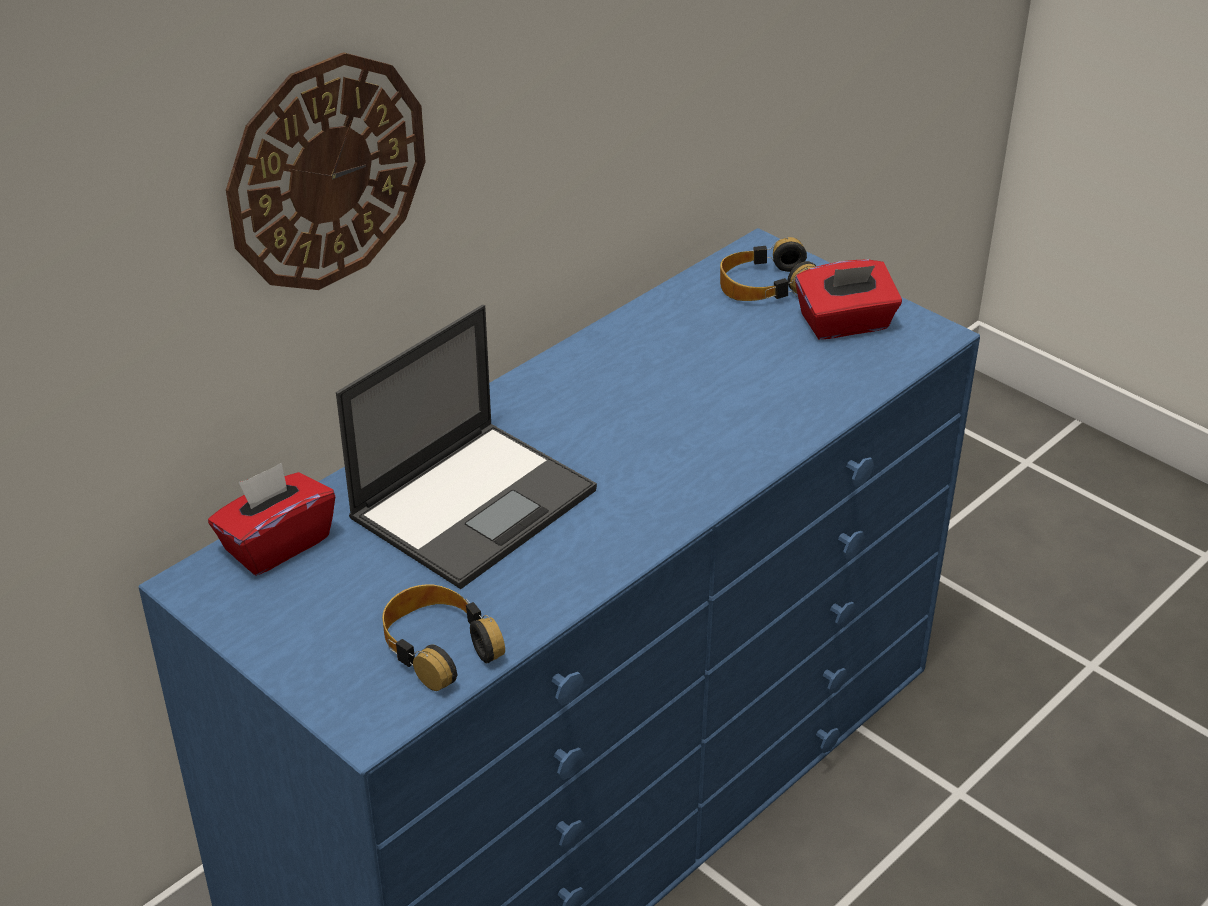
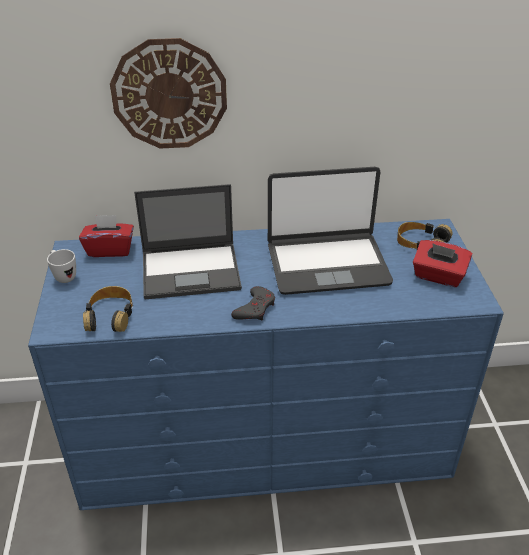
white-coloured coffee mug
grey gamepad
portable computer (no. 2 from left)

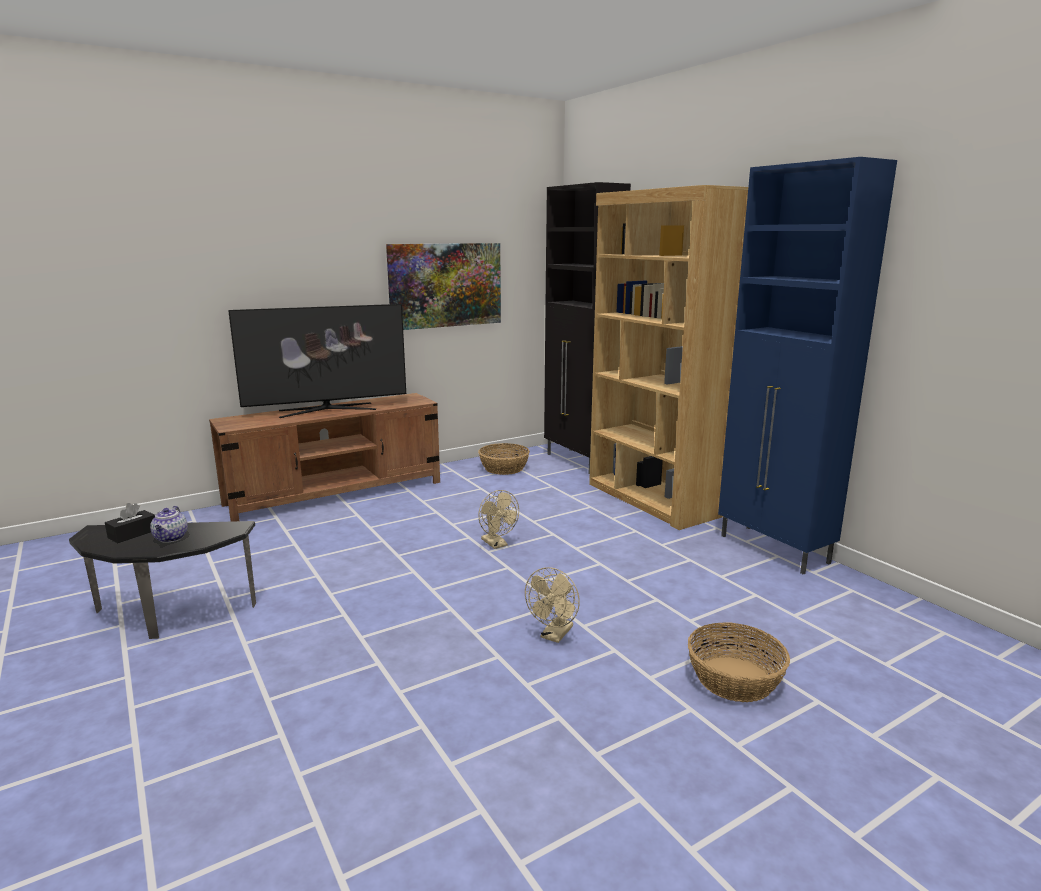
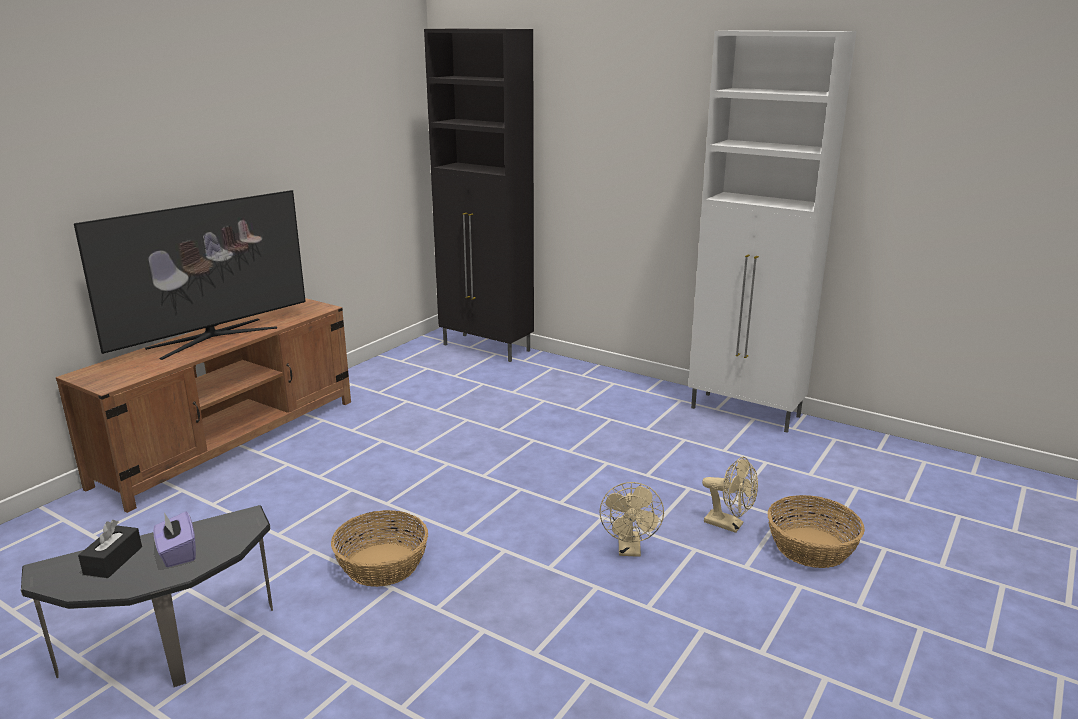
purple box of tissues
basket (no. 1 from left)
white-coloured cabinet
beige-coloured cooling fan (no. 2 from left)
picture
brownish bookshelf

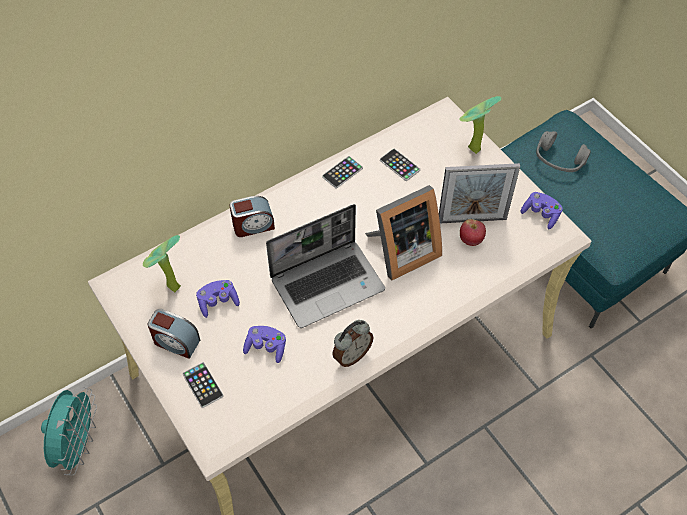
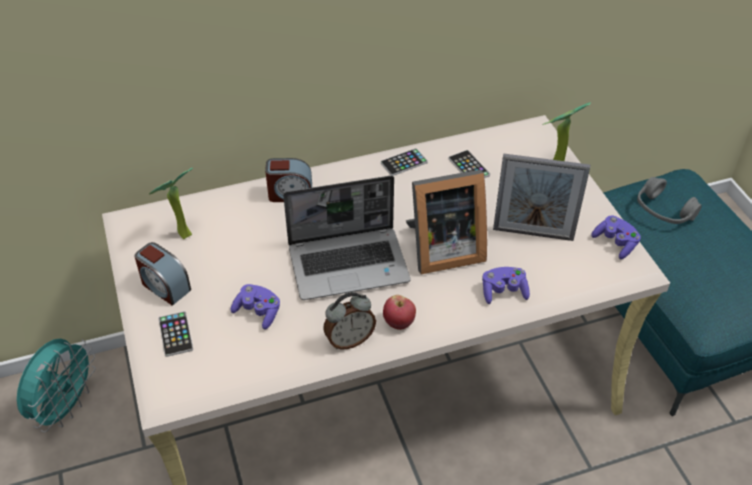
whole apple
purple gamepad (no. 2 from left)

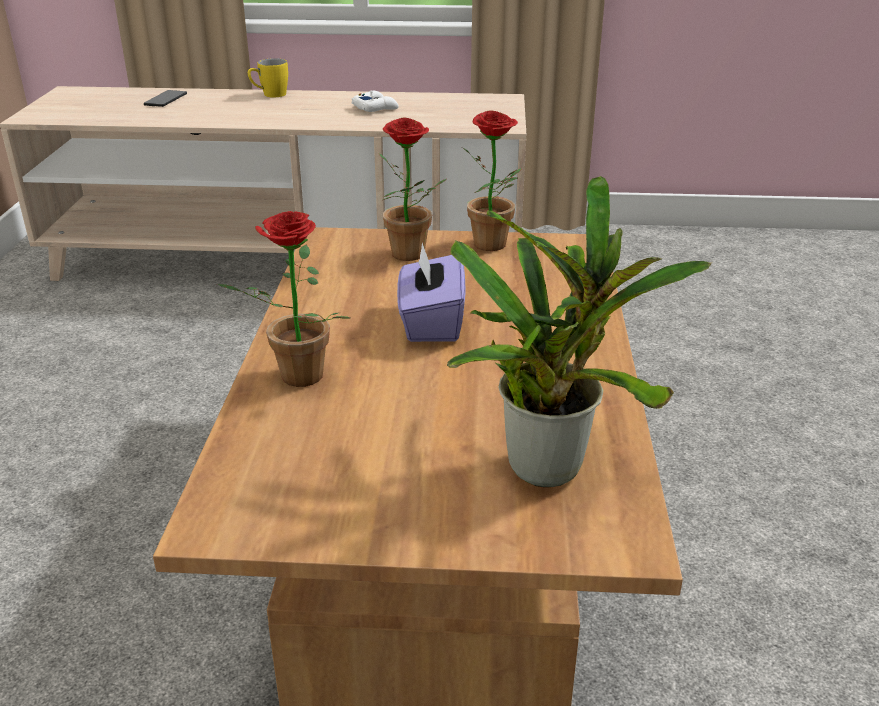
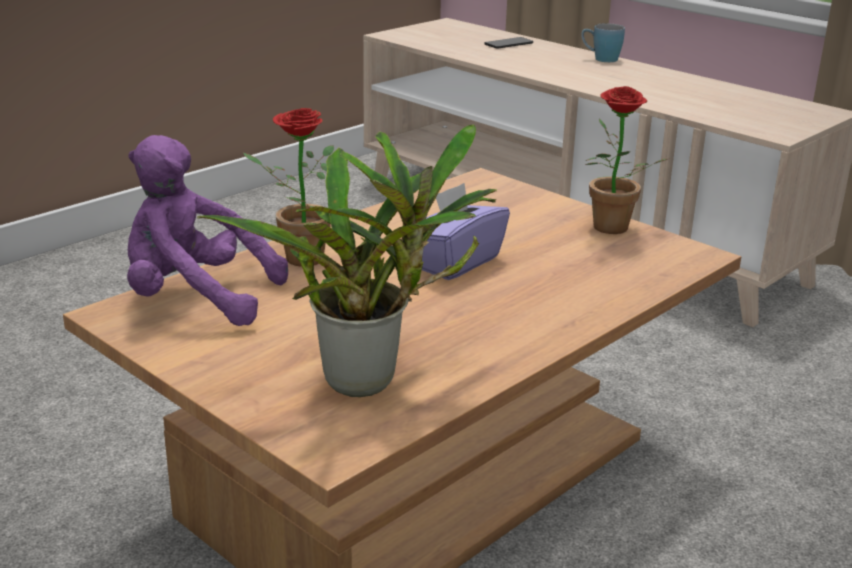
purple soft toy
blue coffee mug
white-coloured gamepad
plant in a pot (no. 2 from left in the first image)

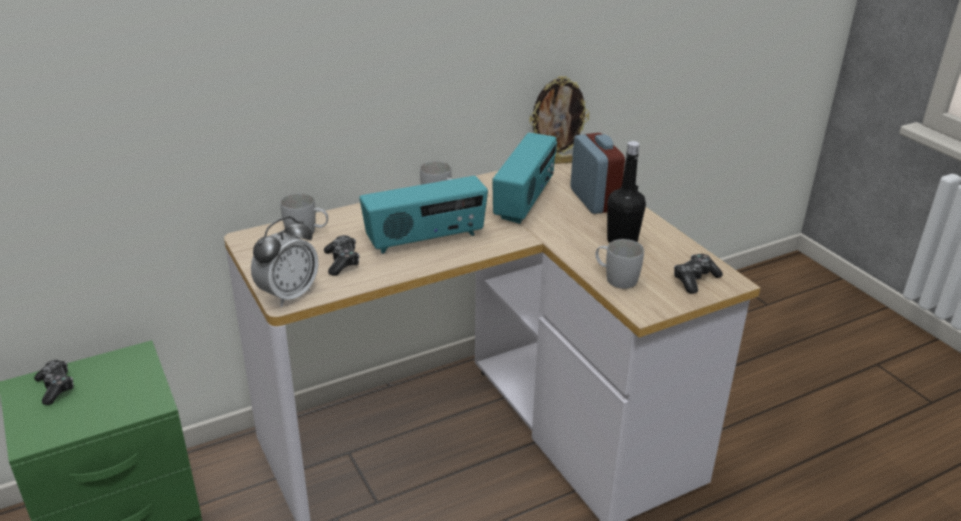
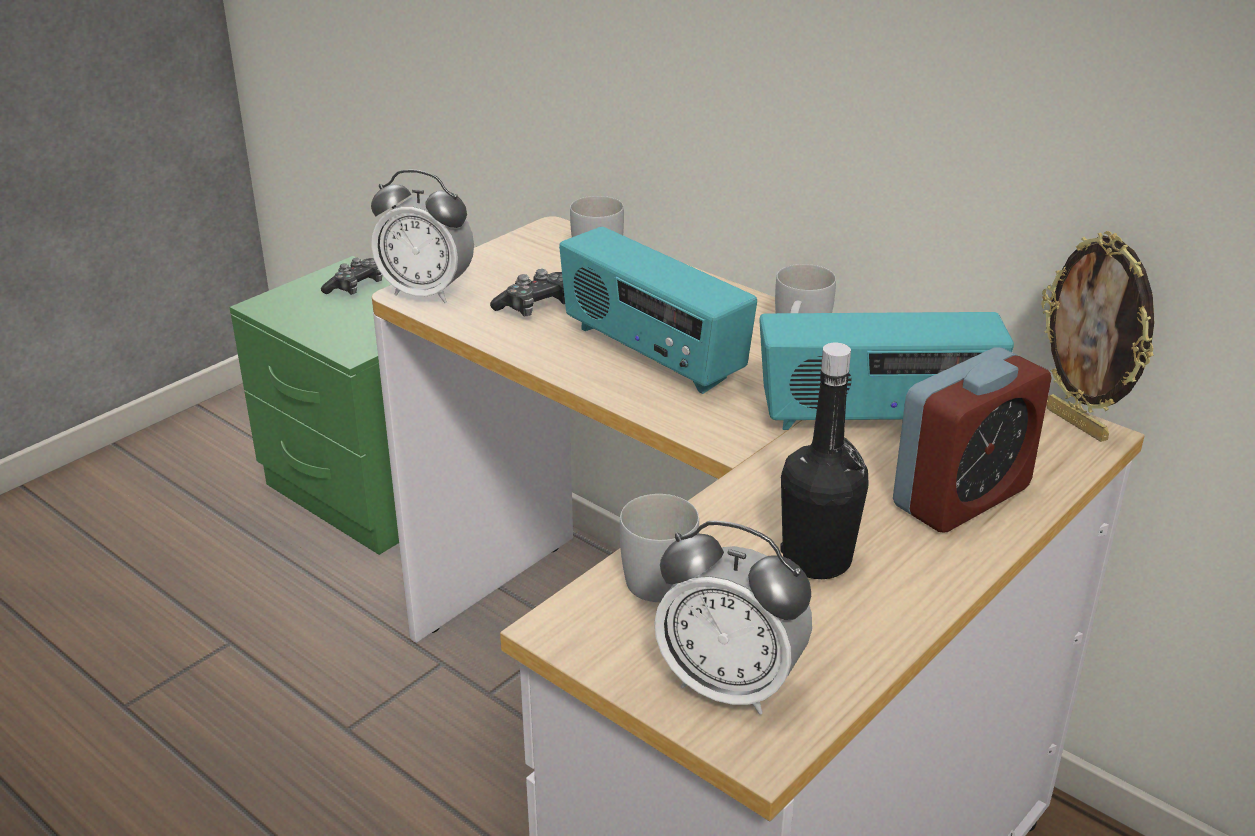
bedside clock (no. 2 from left)

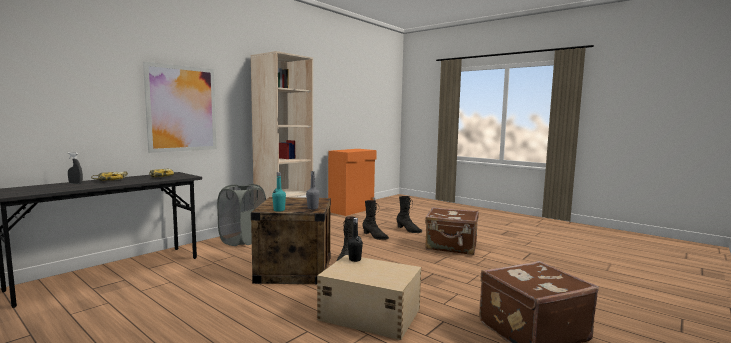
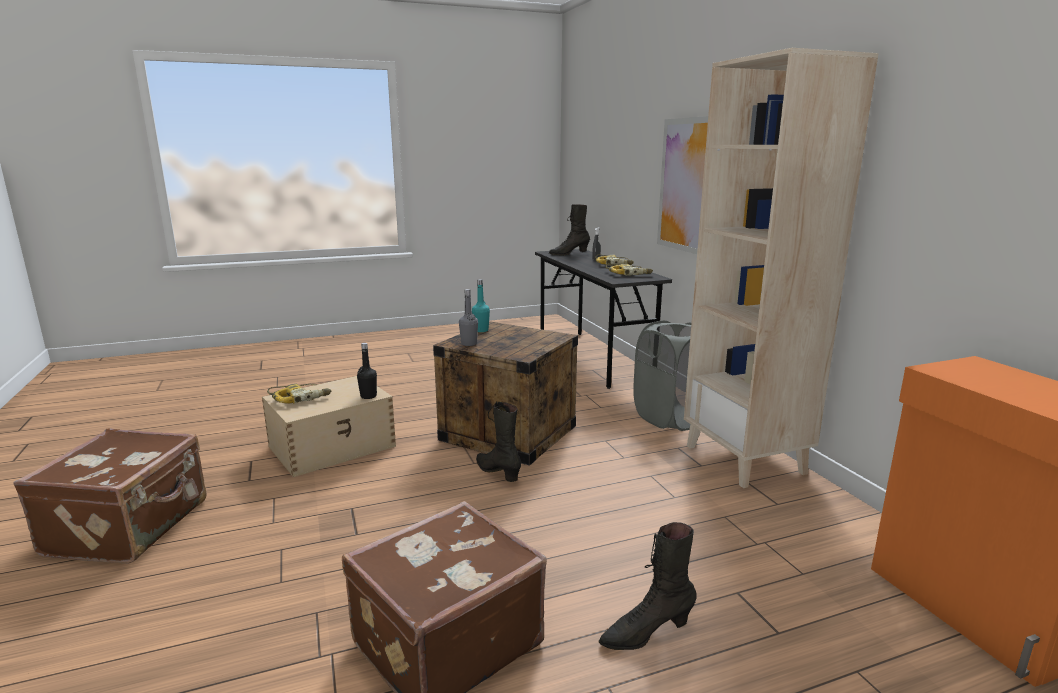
power drill (no. 1 from left)
blackish boot (no. 2 from left)

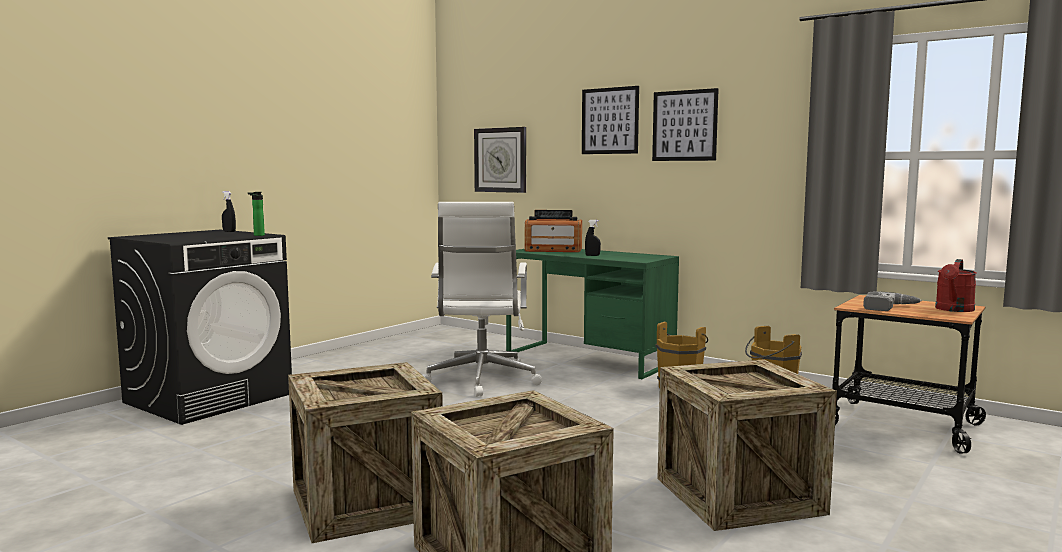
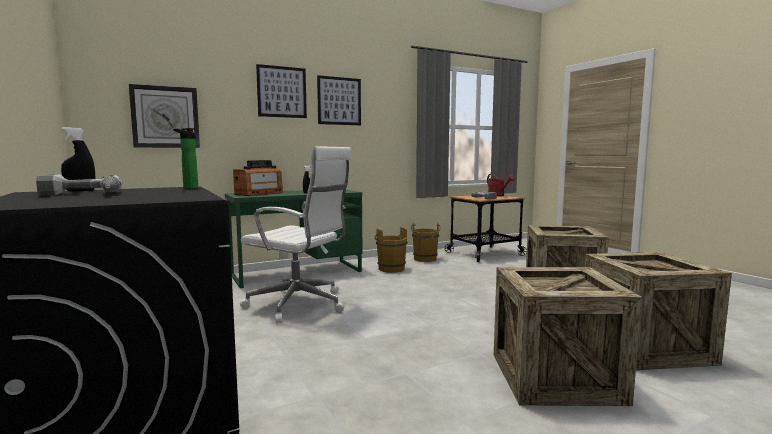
power drill (no. 1 from left)

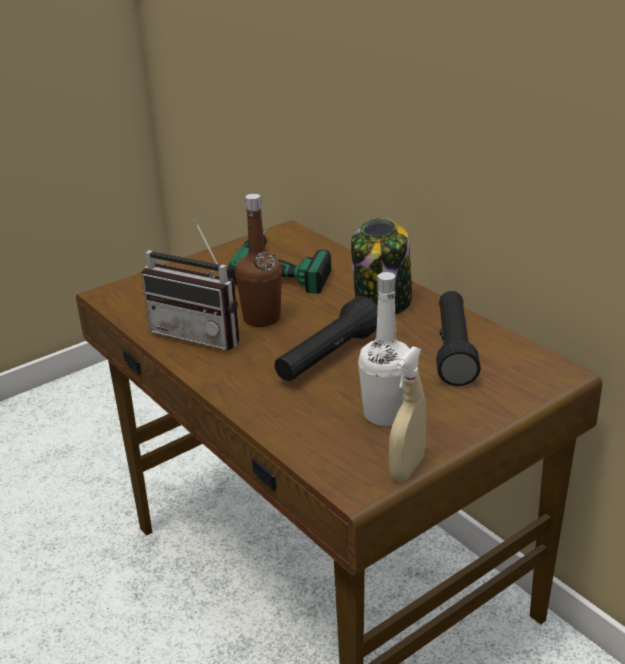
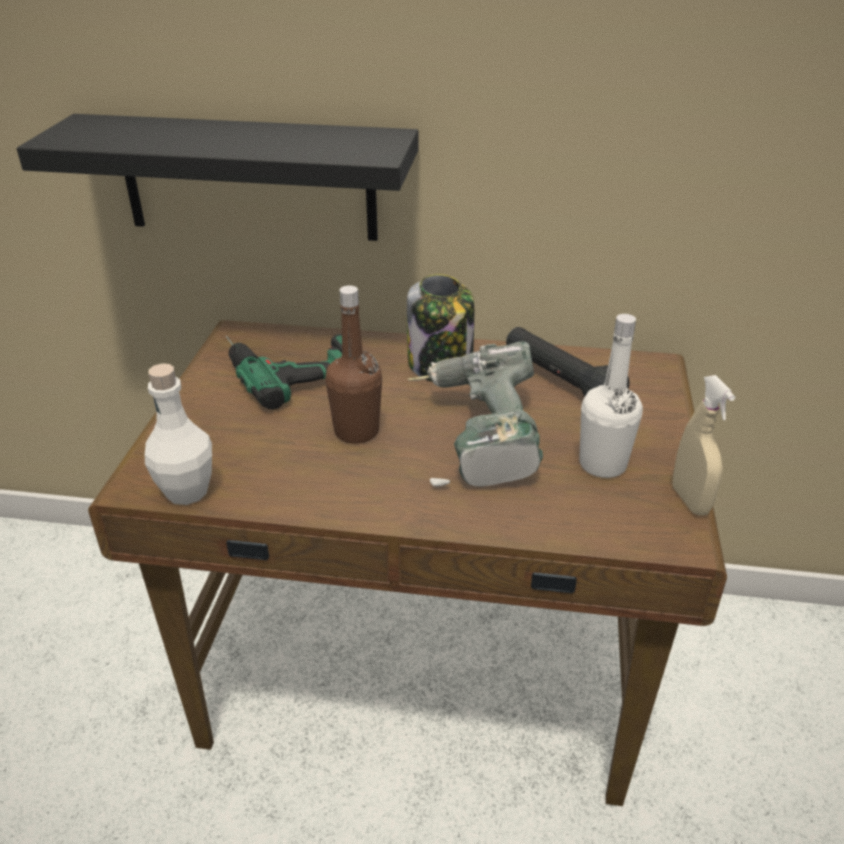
blackish bracket shelf
white-coloured beverage bottle (no. 1 from left)
power drill (no. 2 from left)
radio set

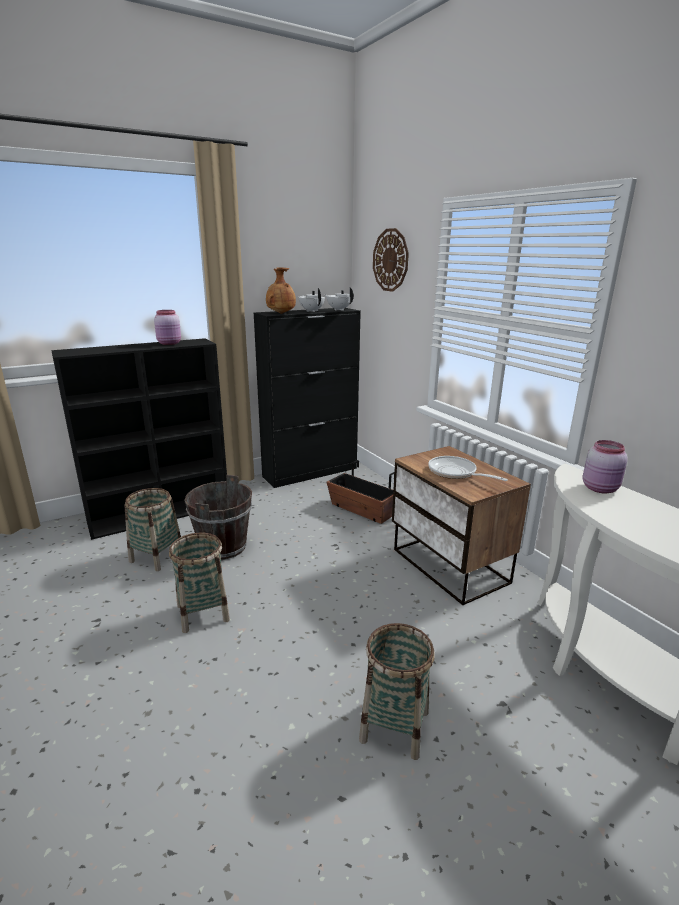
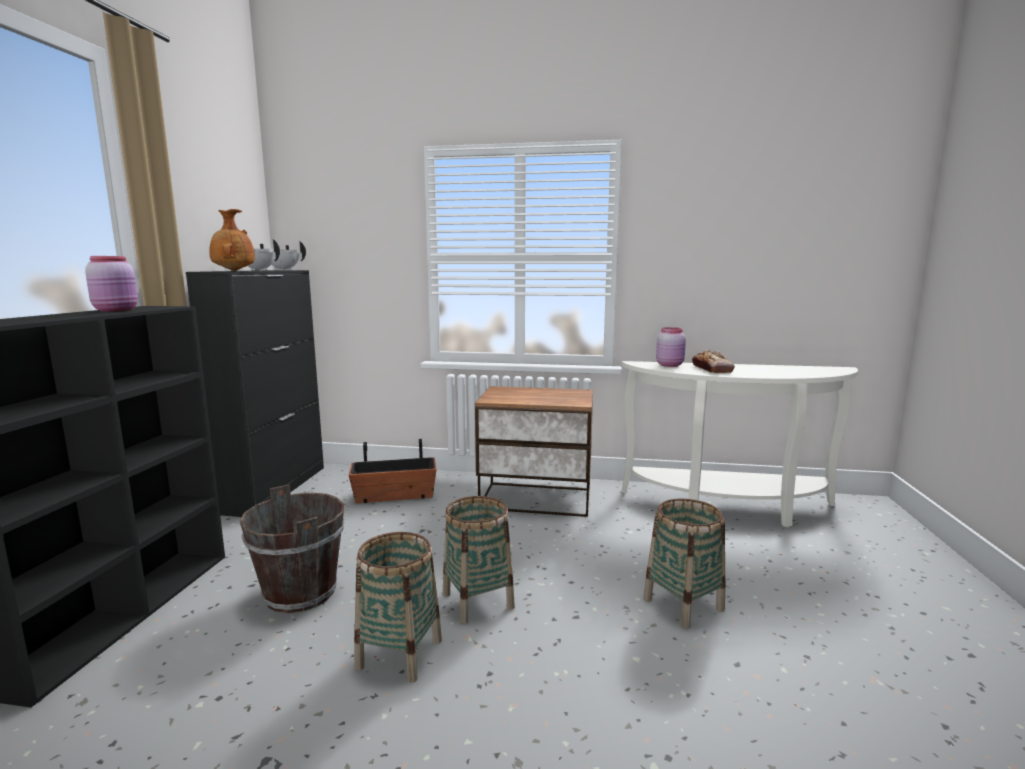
basket (no. 2 from left)
bread
wall clock
pan

